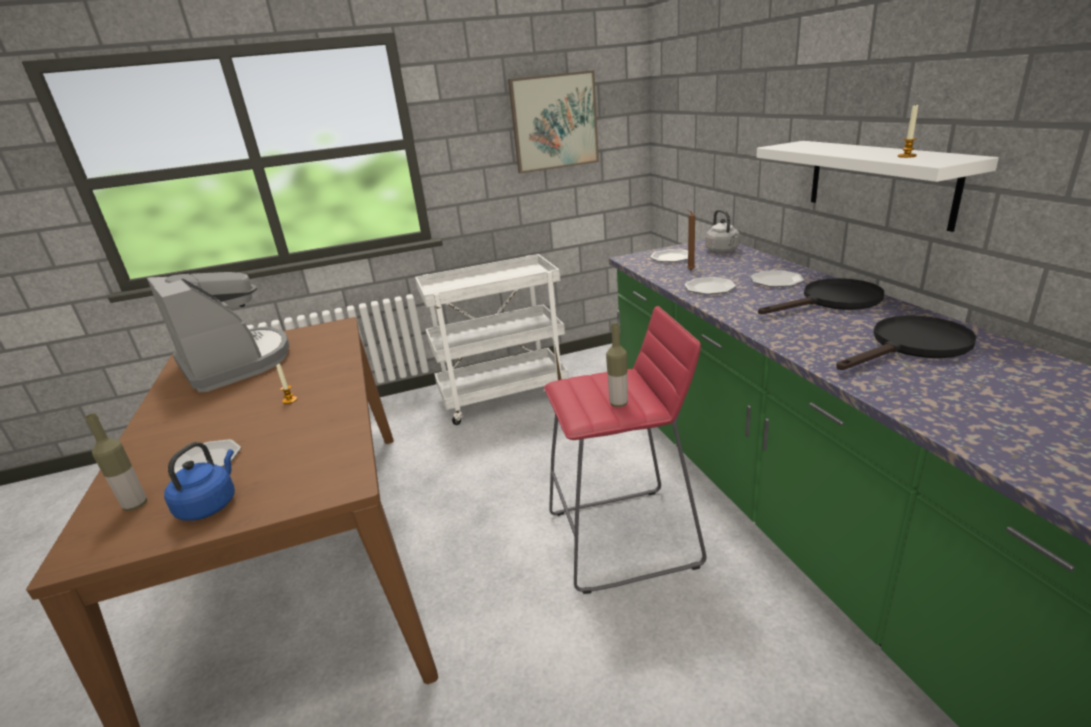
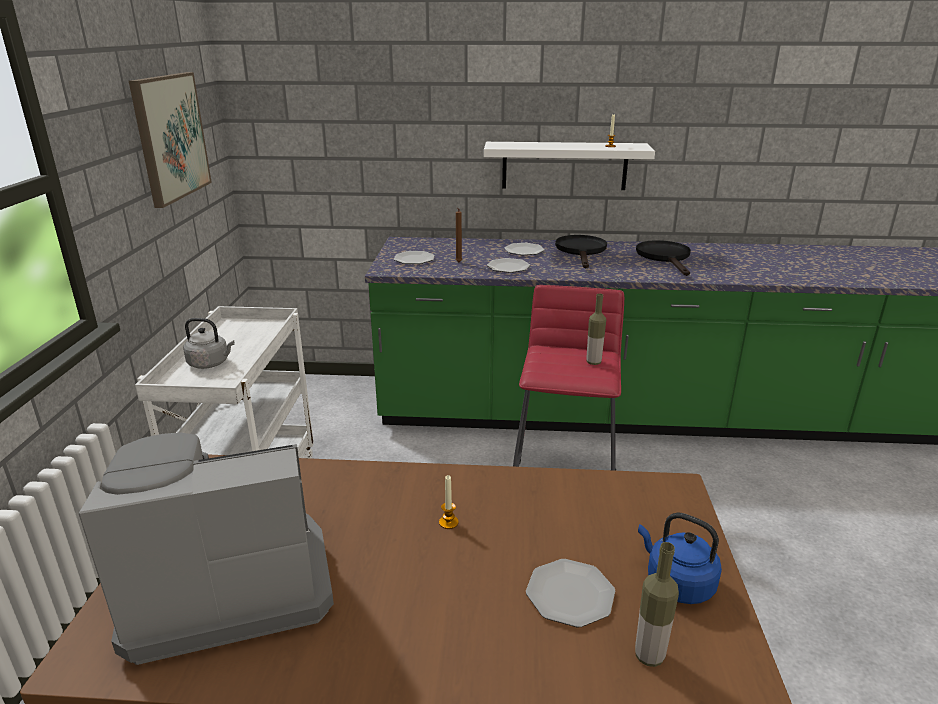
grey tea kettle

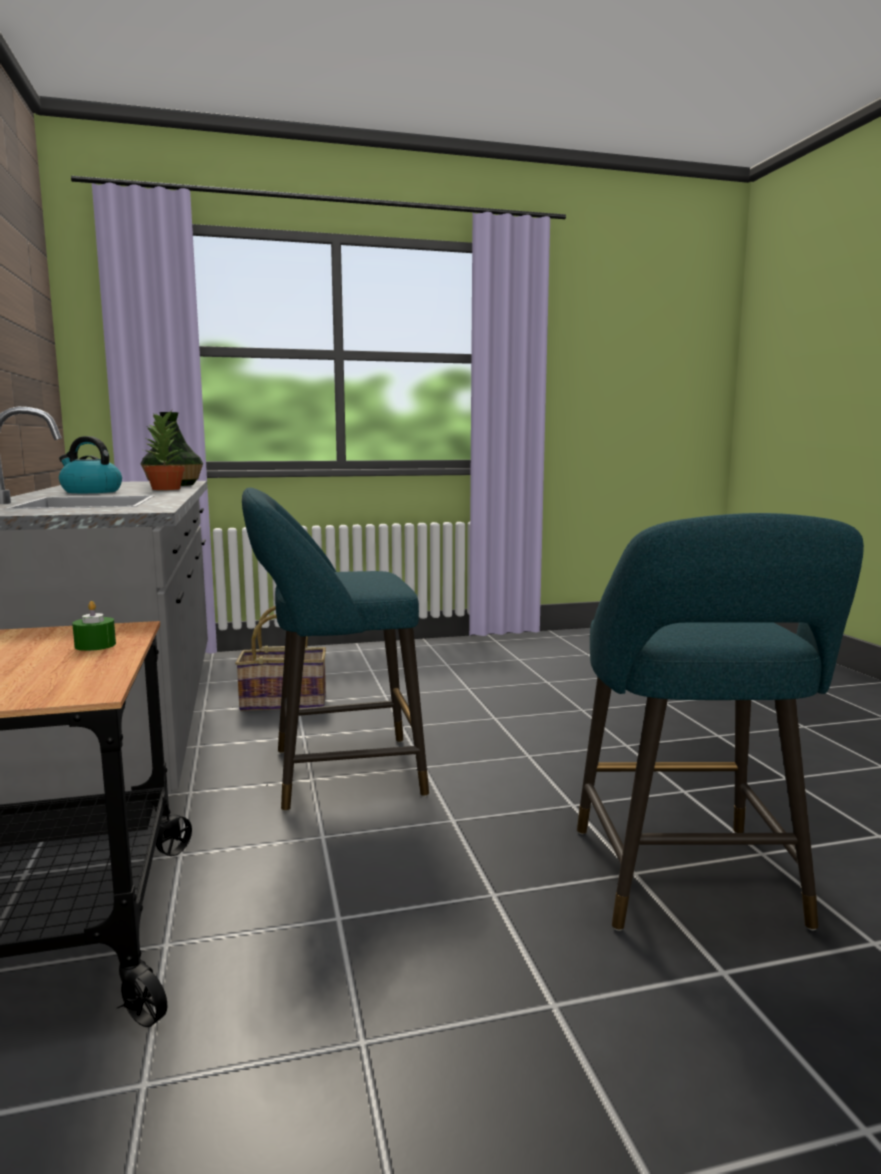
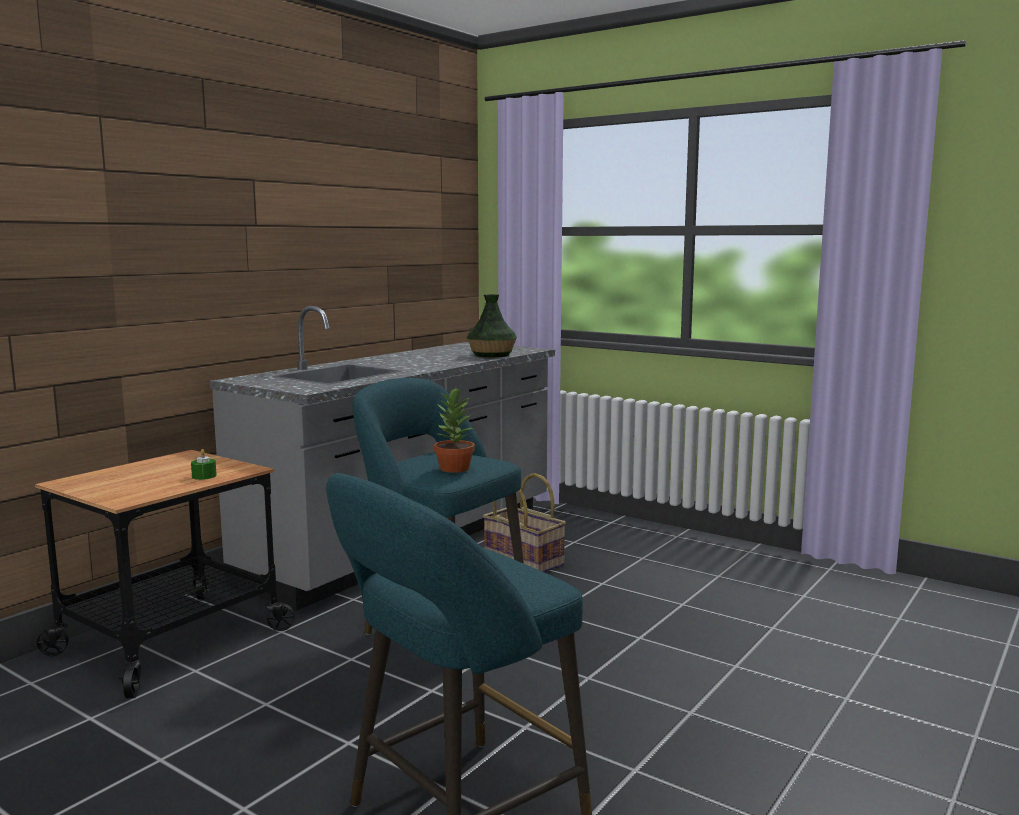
plant in a pot
tea kettle

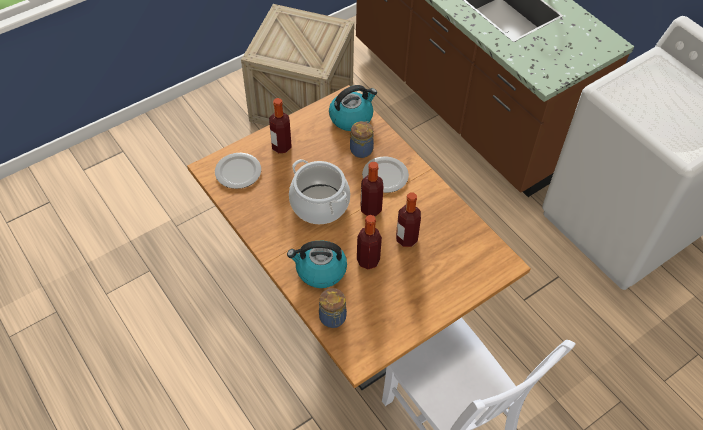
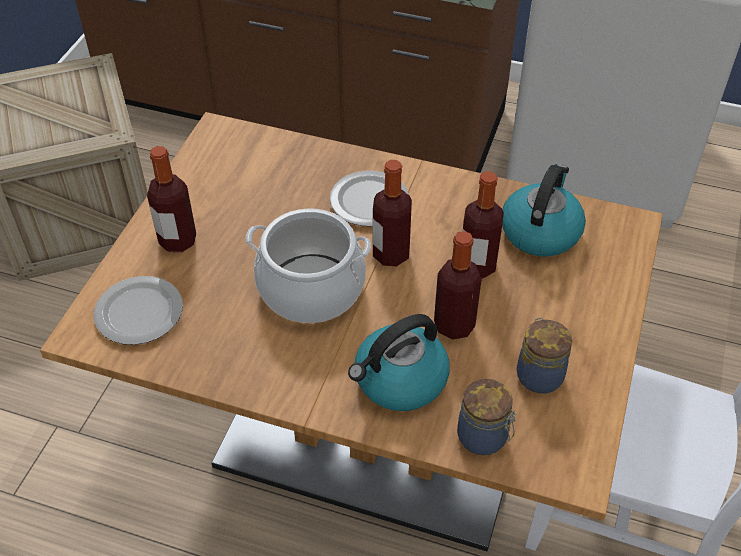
tea kettle (no. 2 from left)
jar (no. 2 from left)

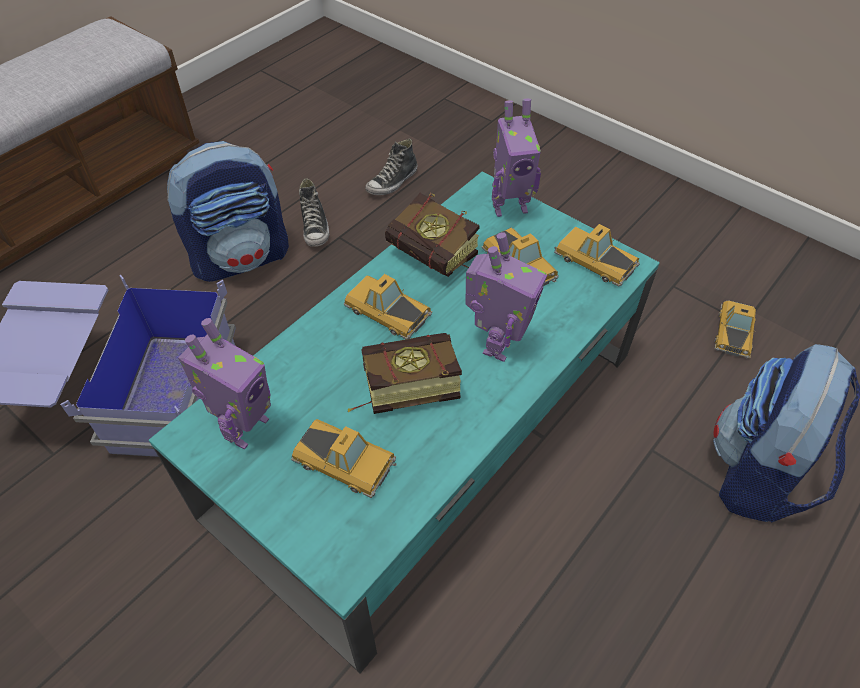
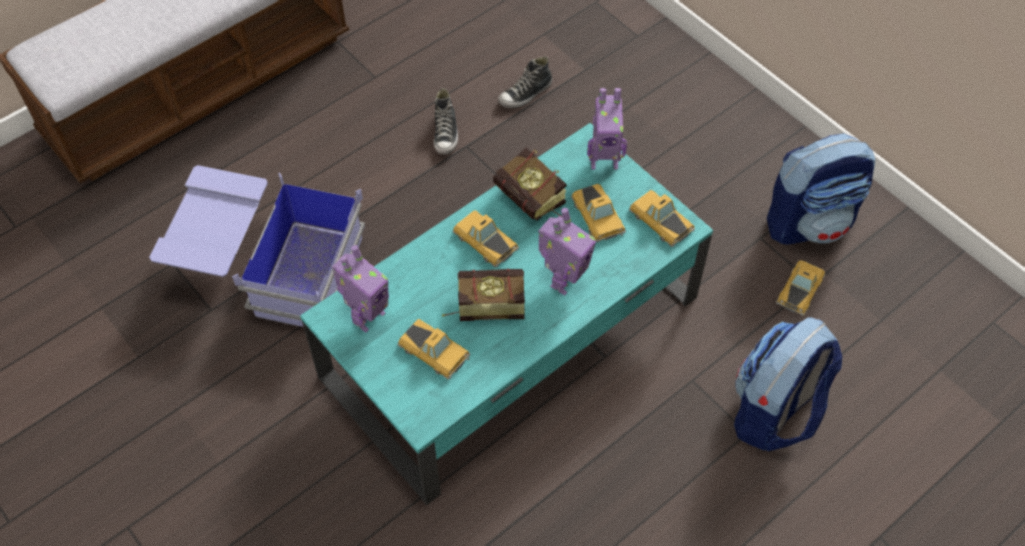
rucksack (no. 2 from left)

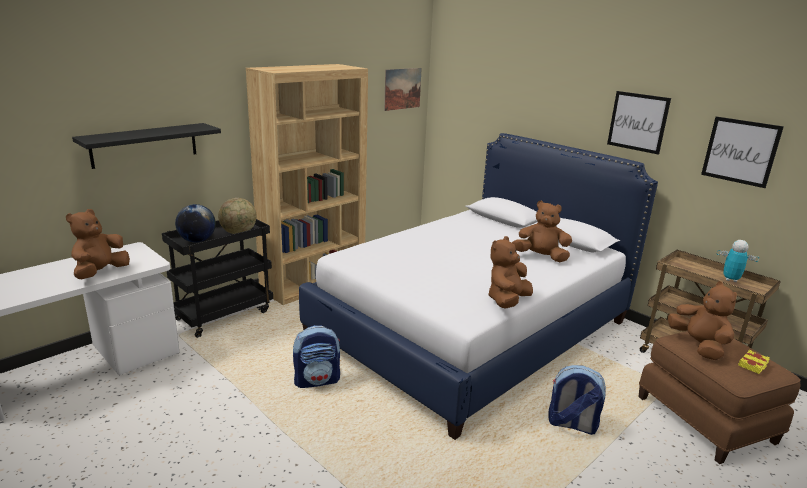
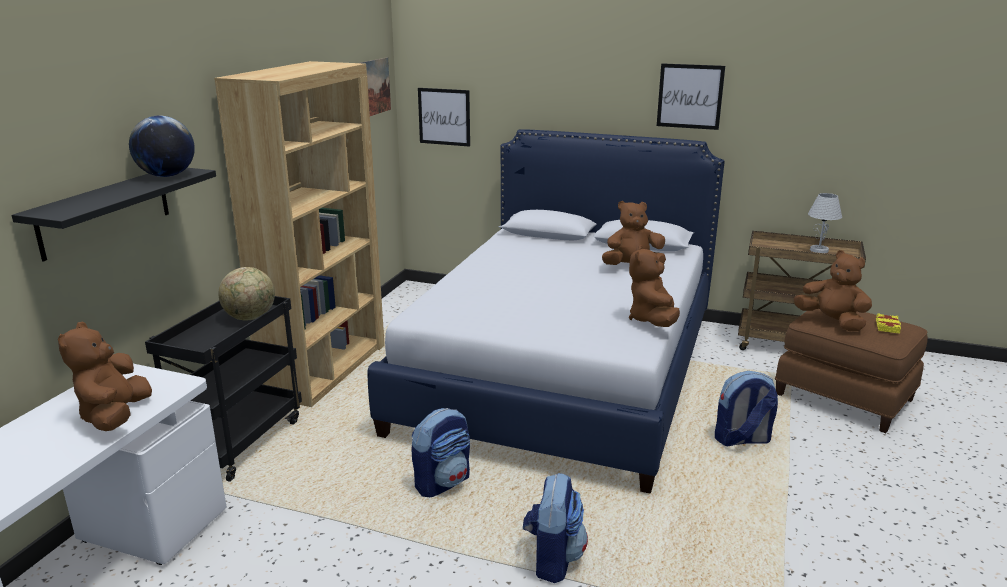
world globe (no. 1 from left)
picture (no. 2 from left)
rucksack (no. 2 from left)
white-coloured table lamp

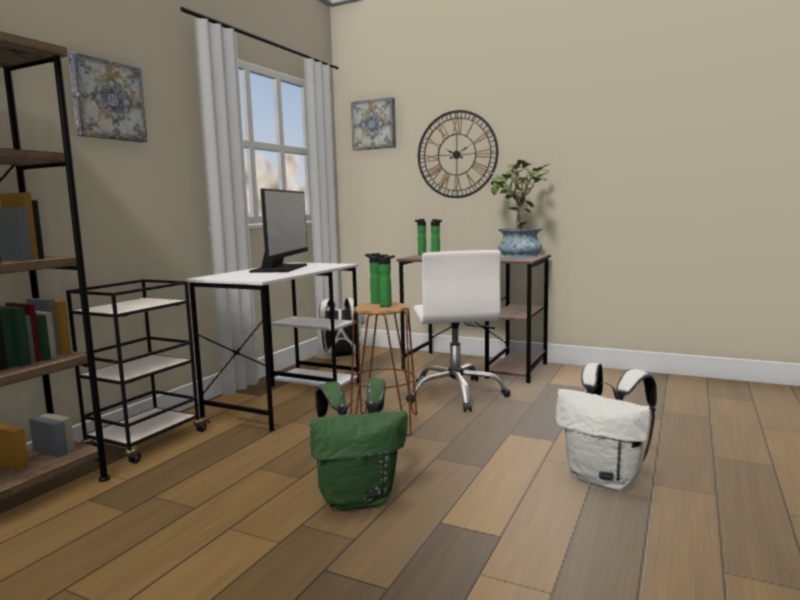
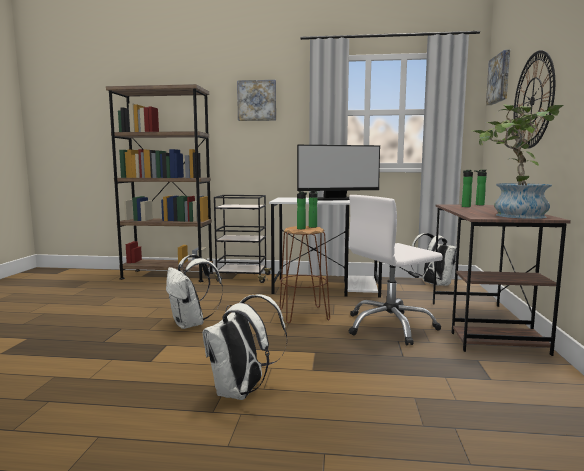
white-coloured rucksack (no. 1 from left)

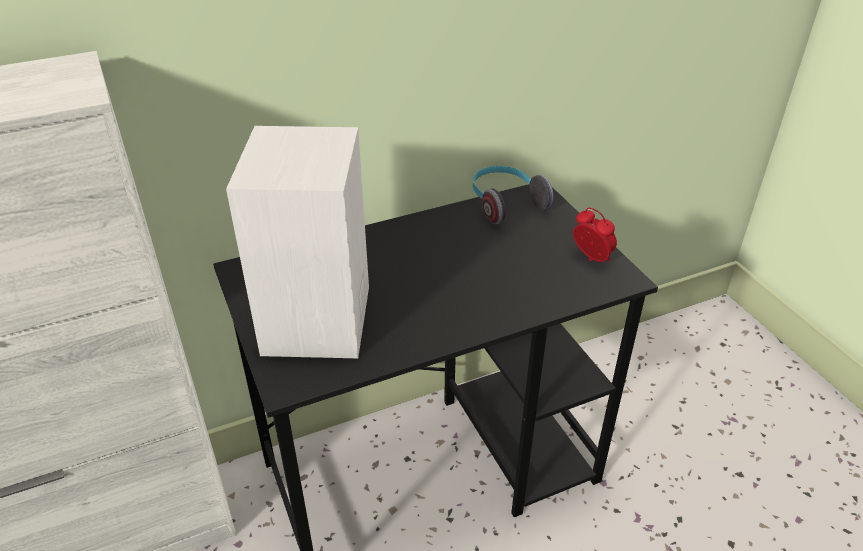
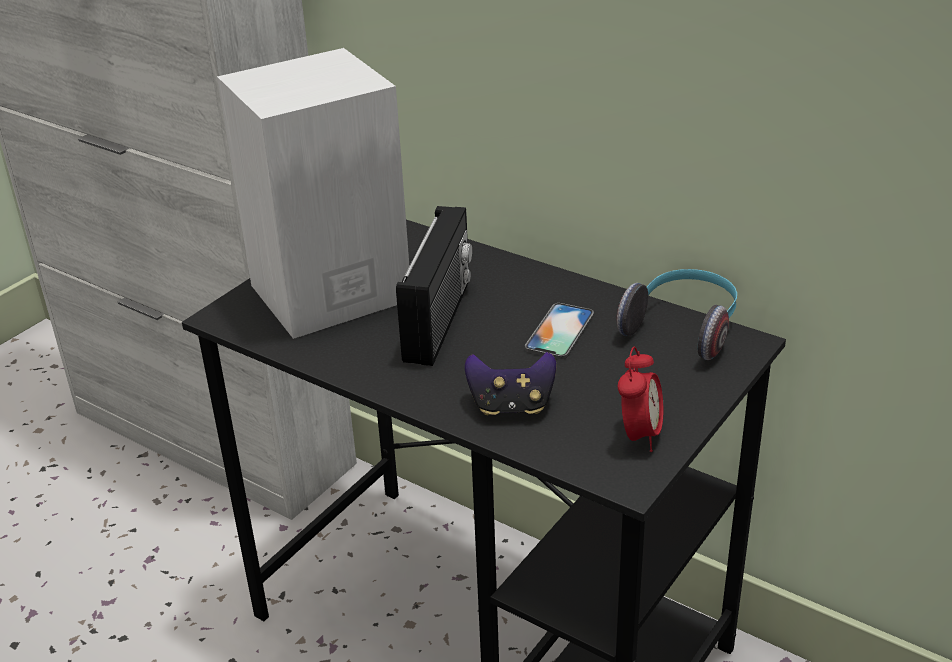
radio set
gamepad
phone

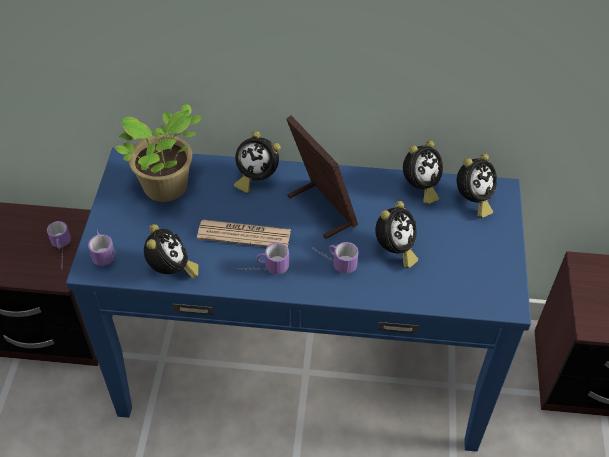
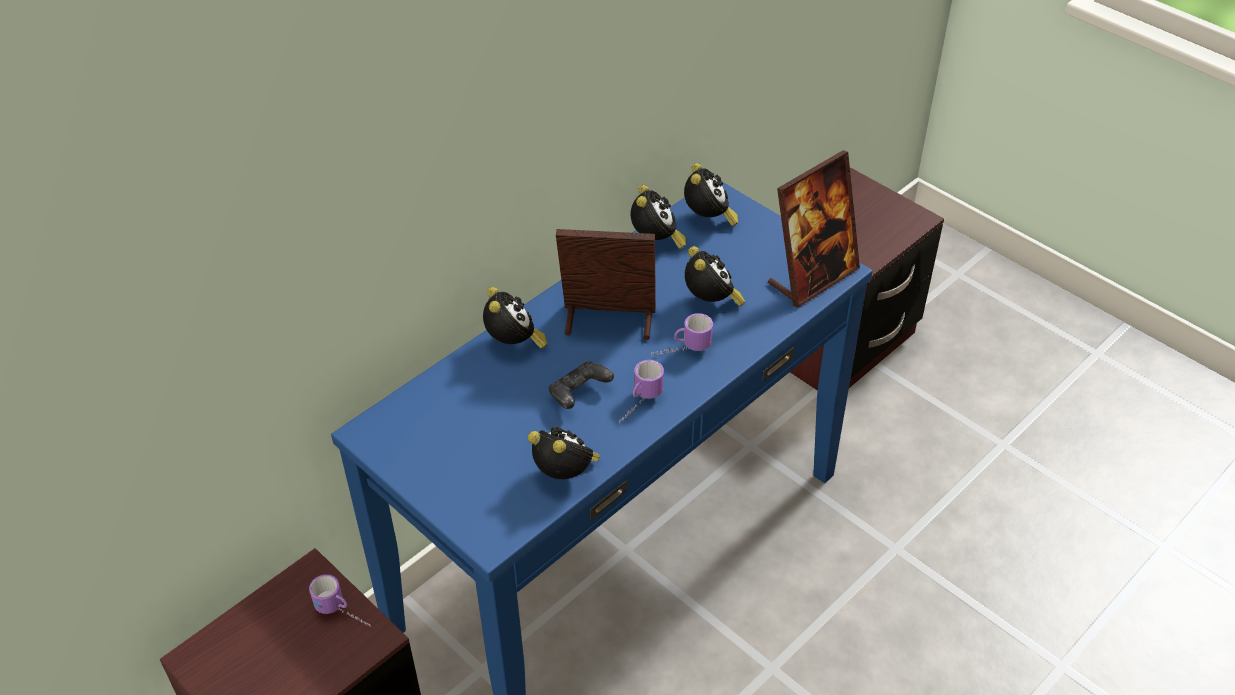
bedside clock (no. 1 from left)
blackish gamepad
photo frame (no. 2 from left)
coffee mug (no. 2 from left in the first image)
plant in a pot

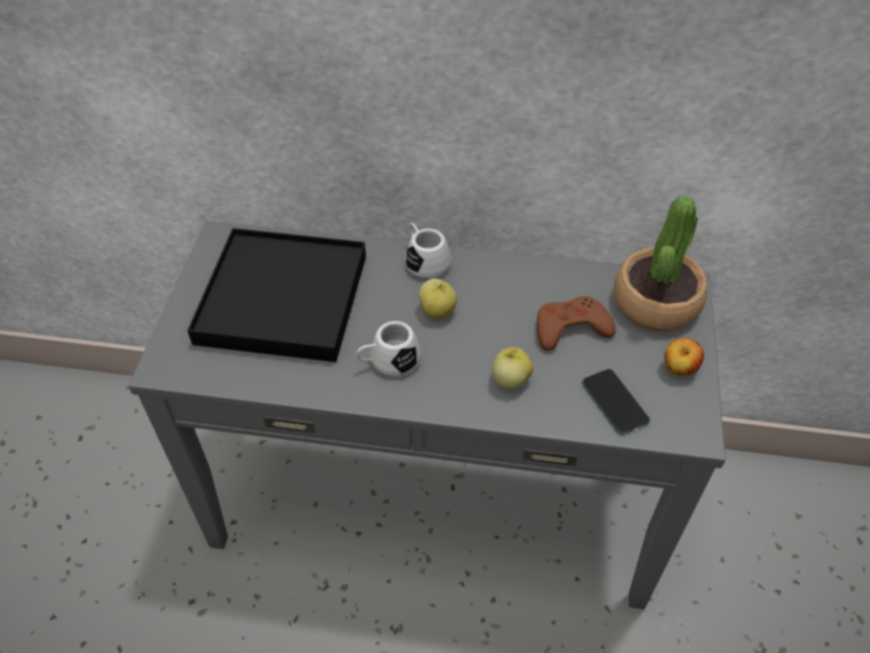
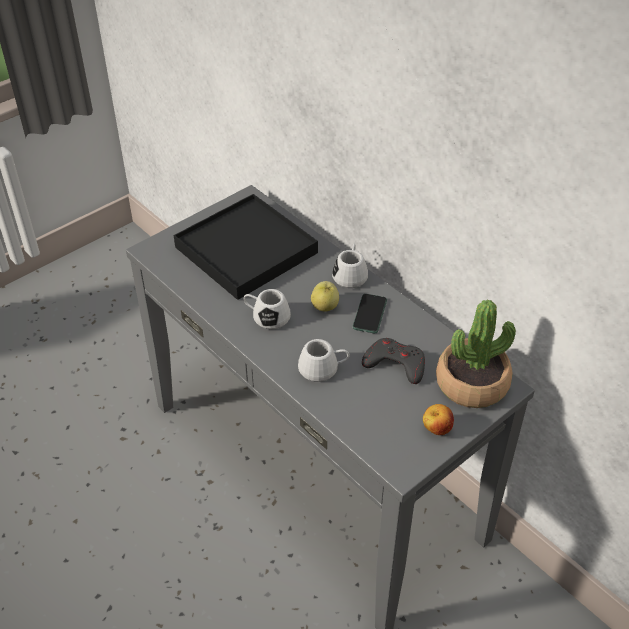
white-coloured coffee mug (no. 2 from left)
phone
grey gamepad

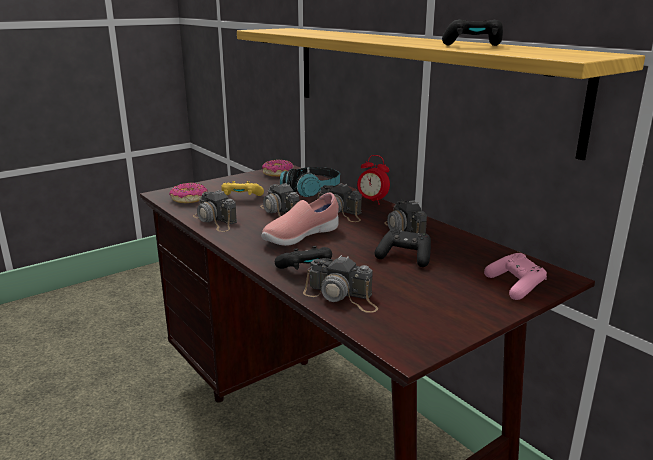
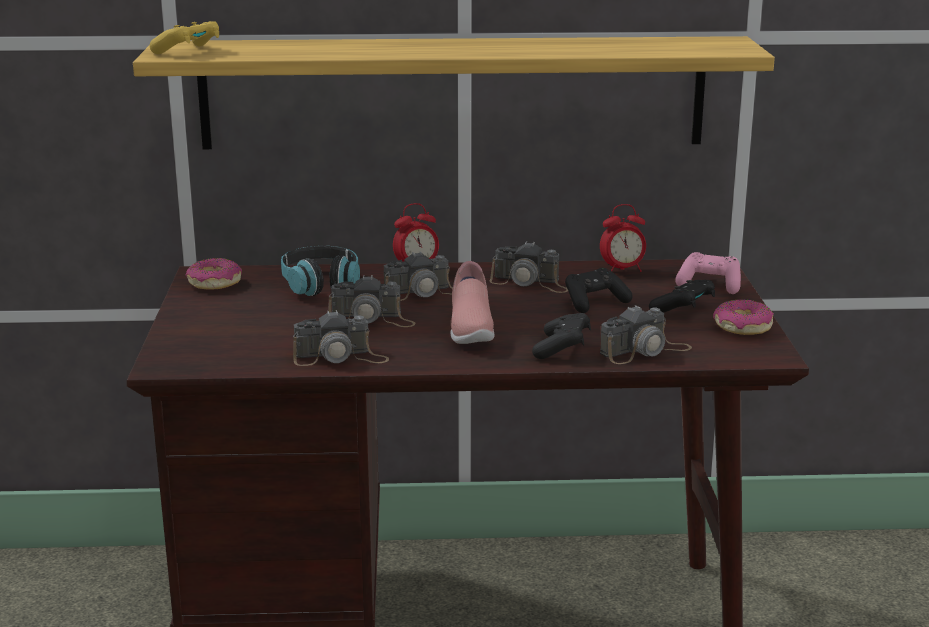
yellow gamepad
bedside clock (no. 2 from left)
blackish gamepad (no. 3 from left)
ring doughnut (no. 2 from left)

